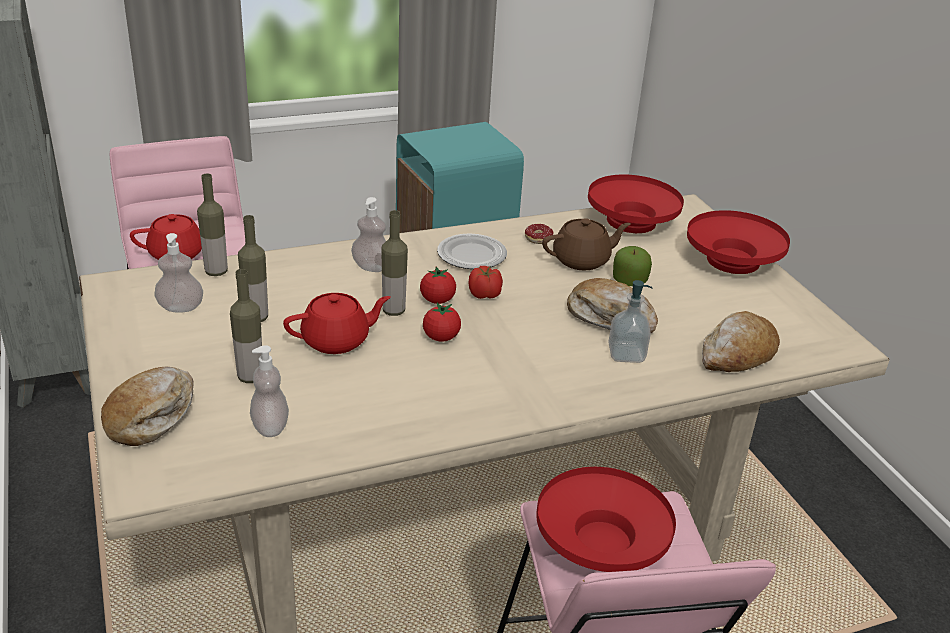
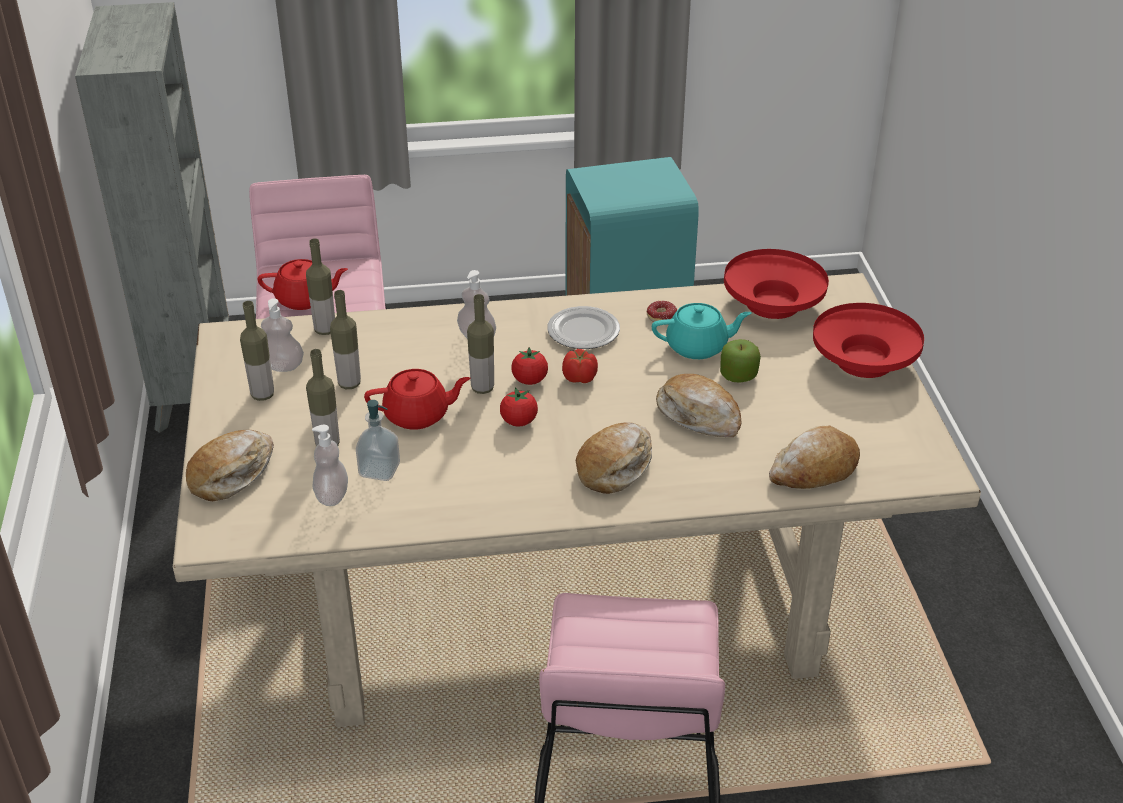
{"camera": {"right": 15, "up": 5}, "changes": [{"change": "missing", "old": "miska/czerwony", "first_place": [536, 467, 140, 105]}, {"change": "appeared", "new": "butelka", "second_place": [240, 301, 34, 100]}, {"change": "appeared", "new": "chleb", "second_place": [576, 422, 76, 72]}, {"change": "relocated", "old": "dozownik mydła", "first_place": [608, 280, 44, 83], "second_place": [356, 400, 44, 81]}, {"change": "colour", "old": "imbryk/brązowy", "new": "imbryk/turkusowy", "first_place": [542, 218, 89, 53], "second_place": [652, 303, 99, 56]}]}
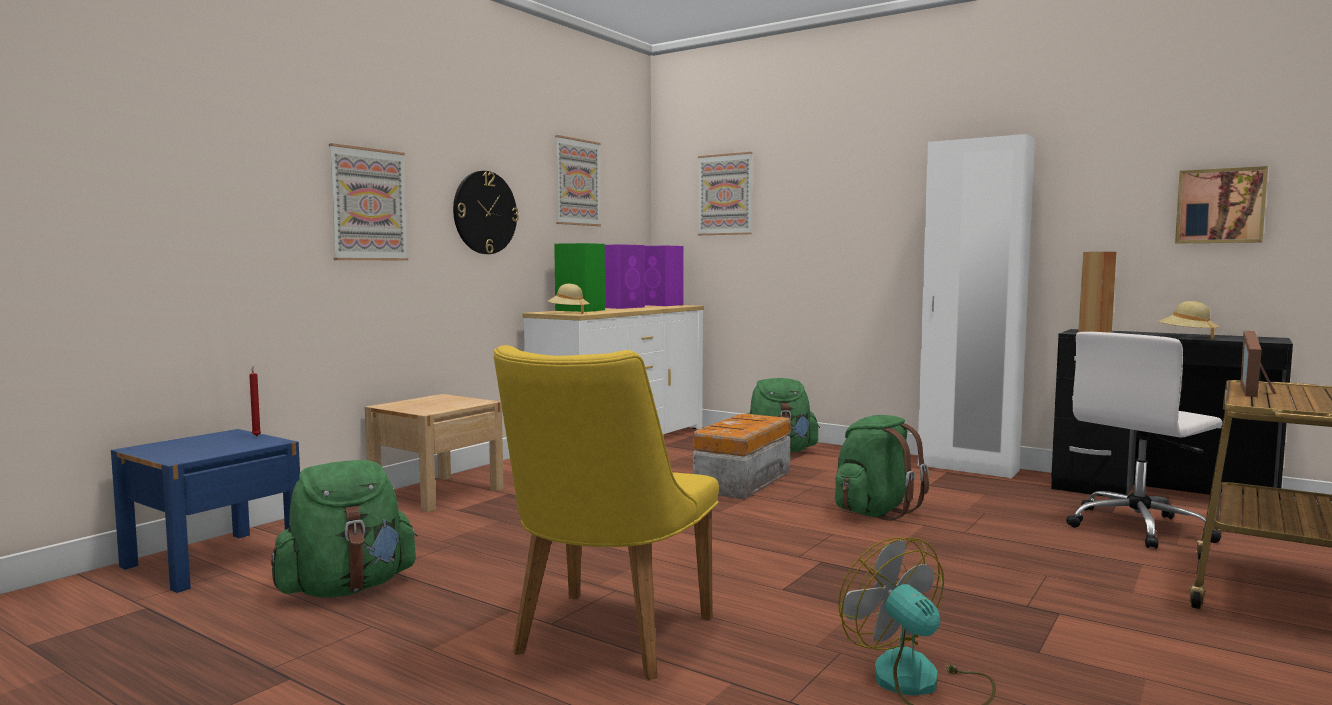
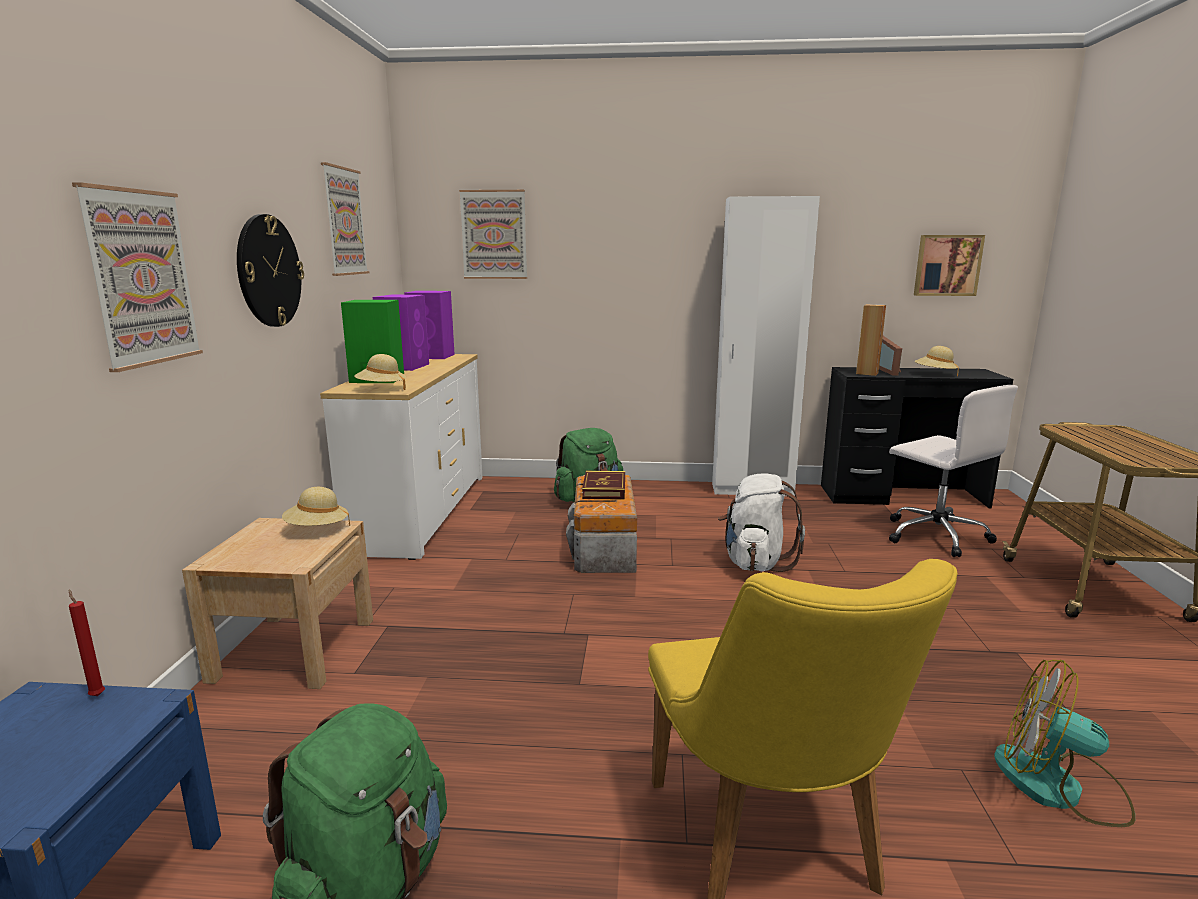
{"camera": {"right": -30, "up": 10}, "changes": [{"change": "appeared", "new": "kapelusz/beżowy", "second_place": [282, 487, 68, 39]}, {"change": "appeared", "new": "książka", "second_place": [582, 471, 43, 29]}, {"change": "relocated", "old": "ramka na zdjęcie", "first_place": [1240, 331, 36, 66], "second_place": [879, 336, 23, 40]}, {"change": "colour", "old": "plecak/zielony", "new": "plecak/biały", "first_place": [835, 415, 94, 106], "second_place": [718, 473, 87, 99]}, {"change": "spun", "old": "krzesło biurowe/biały", "first_place": [1066, 332, 156, 217], "second_place": [889, 385, 129, 172], "degrees": -60}]}
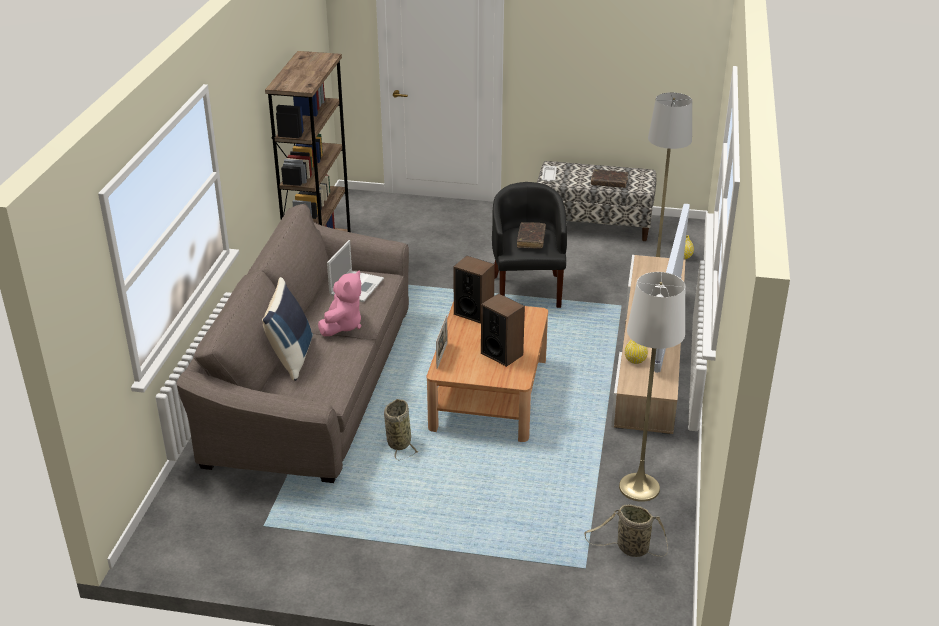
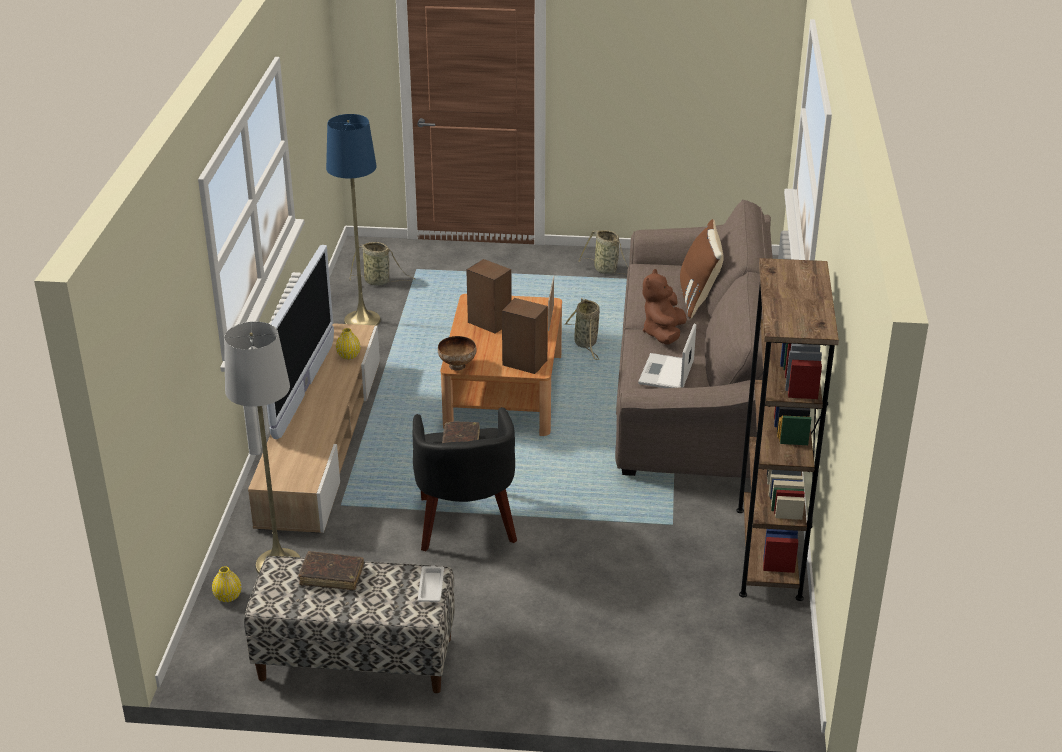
{"camera": {"right": 175, "up": 0}, "changes": [{"change": "appeared", "new": "miska", "second_place": [438, 336, 38, 34]}, {"change": "appeared", "new": "koszyk", "second_place": [578, 230, 50, 45]}, {"change": "colour", "old": "poduszka/niebieski", "new": "poduszka/brązowy", "first_place": [262, 277, 51, 104], "second_place": [680, 219, 44, 100]}, {"change": "colour", "old": "pluszak/różowy", "new": "pluszak/brązowy", "first_place": [318, 271, 44, 65], "second_place": [643, 269, 44, 75]}, {"change": "colour", "old": "lampa stojąca/biały", "new": "lampa stojąca/niebieski", "first_place": [619, 272, 66, 230], "second_place": [326, 114, 55, 212]}]}
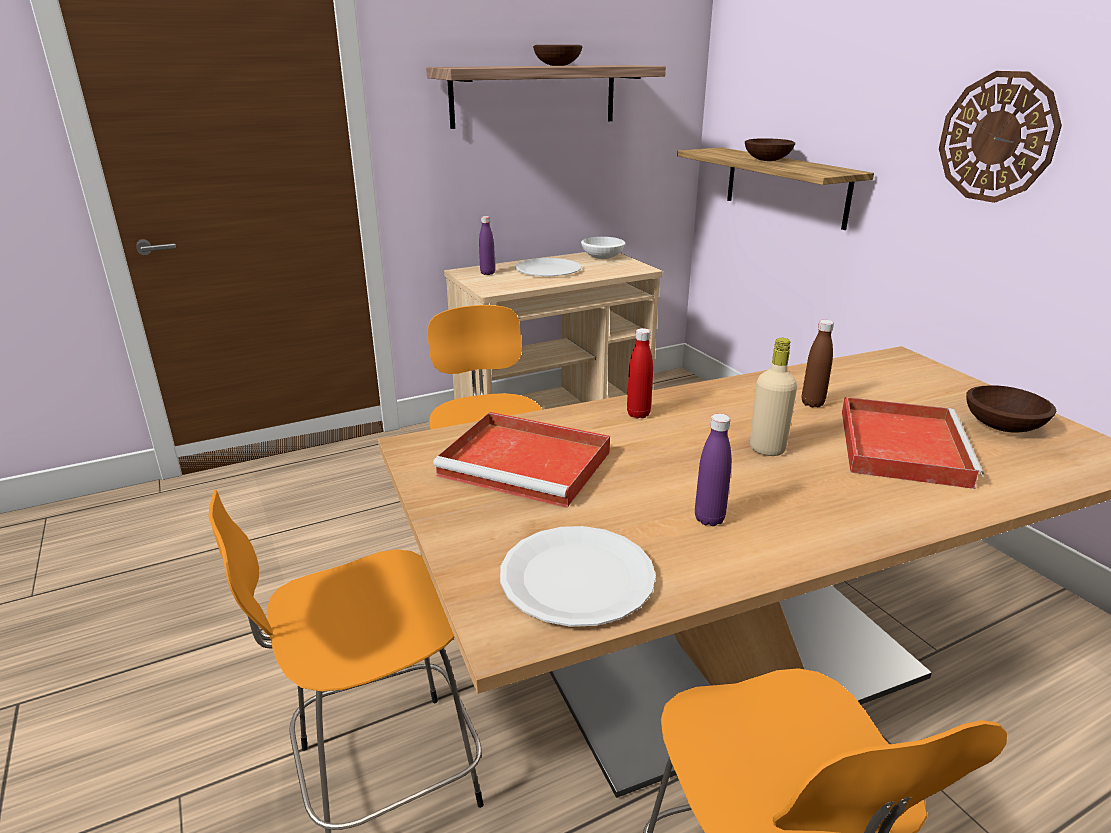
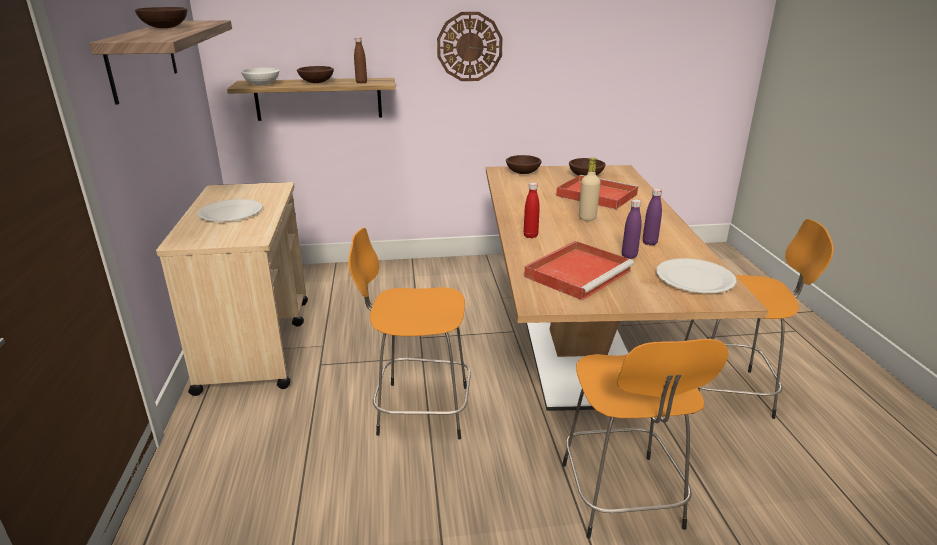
{"camera": {"right": -70, "up": 0}, "changes": [{"change": "appeared", "new": "miska/brązowy", "second_place": [506, 155, 36, 19]}, {"change": "relocated", "old": "butelka/fioletowy", "first_place": [479, 216, 16, 59], "second_place": [622, 199, 19, 60]}, {"change": "relocated", "old": "miska/biały", "first_place": [581, 237, 44, 22], "second_place": [241, 68, 38, 17]}, {"change": "relocated", "old": "butelka/brązowy", "first_place": [802, 320, 32, 87], "second_place": [354, 37, 13, 47]}]}
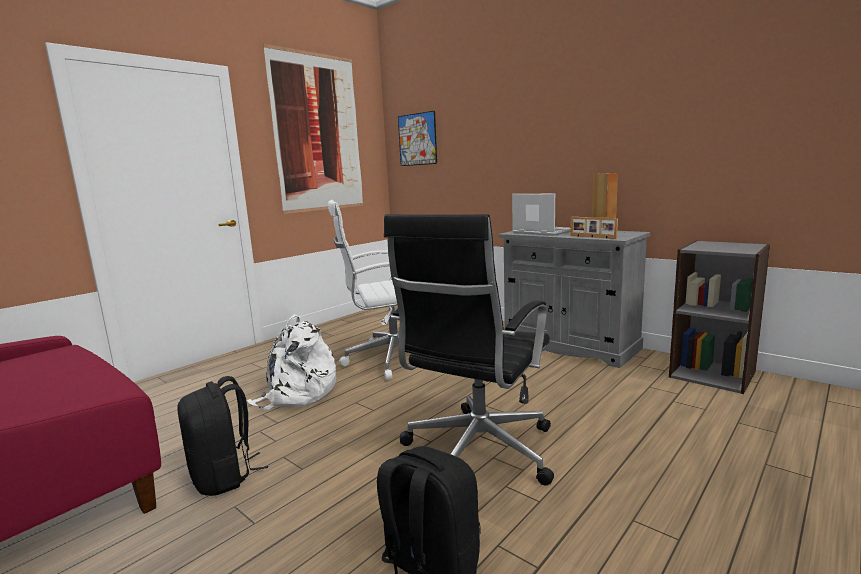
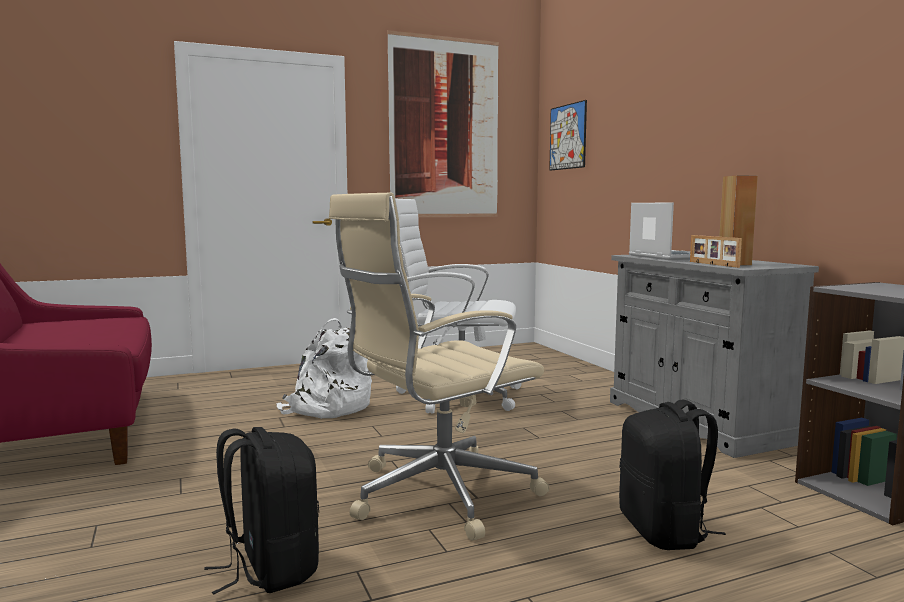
{"camera": {"right": 25, "up": -5}, "changes": [{"change": "relocated", "old": "plecak/czarny", "first_place": [177, 376, 91, 120], "second_place": [619, 399, 107, 151]}, {"change": "colour", "old": "krzesło biurowe/czarny", "new": "krzesło biurowe/beżowy", "first_place": [384, 214, 170, 272], "second_place": [329, 192, 220, 349]}]}
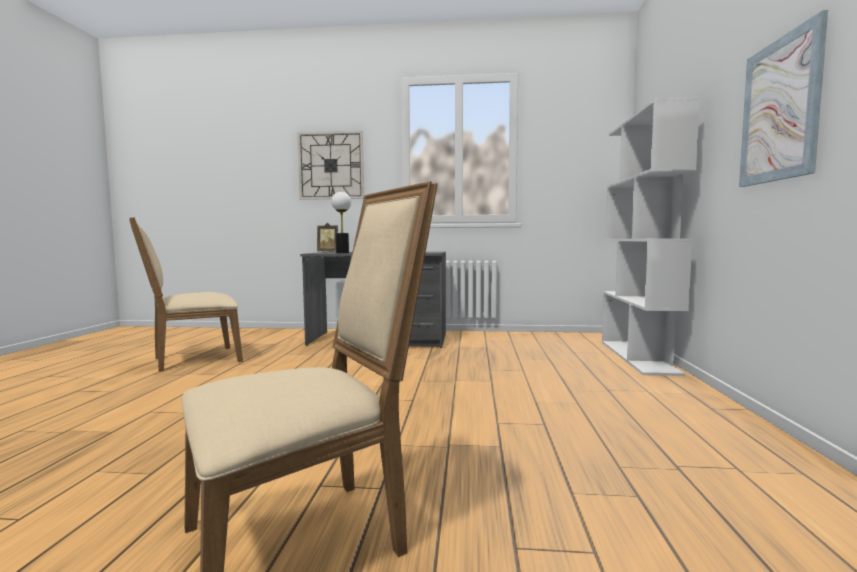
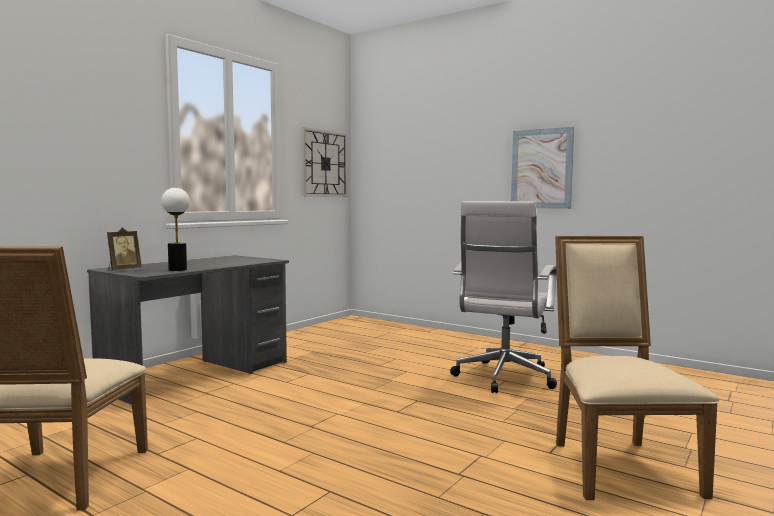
{"camera": {"right": -60, "up": 0}, "changes": [{"change": "missing", "old": "regał/biały", "first_place": [602, 97, 98, 279]}, {"change": "appeared", "new": "krzesło biurowe/biały", "second_place": [450, 201, 107, 192]}, {"change": "relocated", "old": "zegar ścienny", "first_place": [297, 131, 67, 69], "second_place": [302, 127, 46, 70]}]}
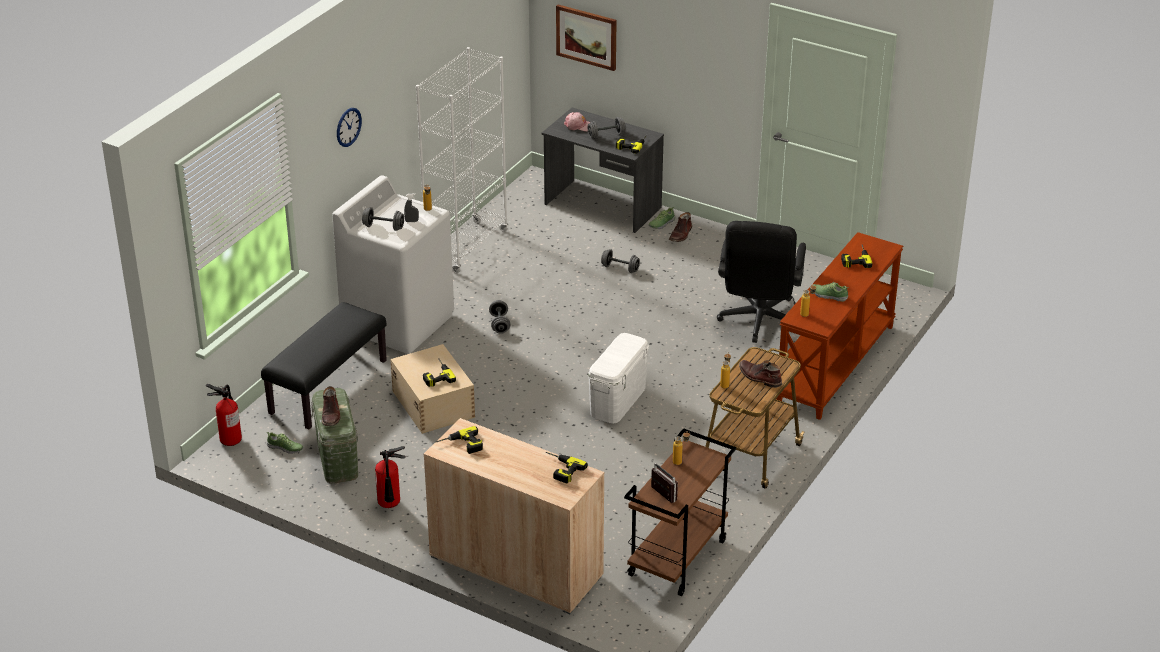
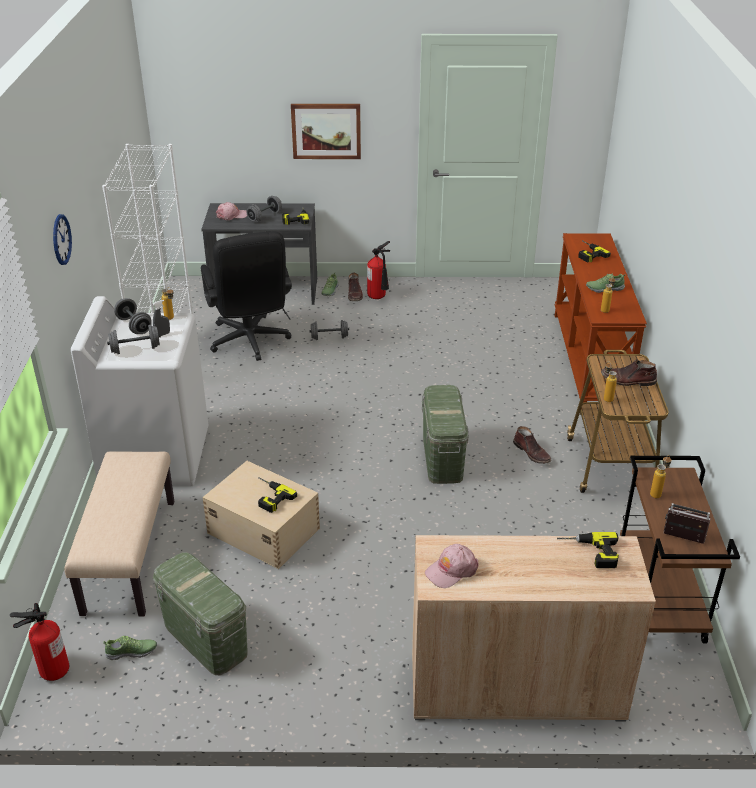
{"camera": {"right": -30, "up": 0}, "changes": [{"change": "relocated", "old": "but z cholewką/brązowy", "first_place": [322, 386, 18, 40], "second_place": [513, 426, 38, 38]}, {"change": "relocated", "old": "gaśnica", "first_place": [375, 446, 31, 62], "second_place": [367, 241, 23, 58]}, {"change": "relocated", "old": "hantel/szary", "first_place": [489, 300, 22, 34], "second_place": [114, 298, 38, 36]}, {"change": "relocated", "old": "obraz", "first_place": [556, 5, 61, 66], "second_place": [291, 104, 70, 55]}, {"change": "relocated", "old": "krzesło biurowe/czarny", "first_place": [717, 221, 89, 122], "second_place": [201, 231, 91, 130]}, {"change": "exchanged", "old": "wiertarka", "new": "czapka z daszkiem/różowy", "first_place": [435, 426, 48, 28], "second_place": [425, 544, 53, 44]}, {"change": "colour", "old": "ławka/czarny", "new": "ławka/beżowy", "first_place": [261, 302, 126, 127], "second_place": [64, 451, 110, 165]}, {"change": "colour", "old": "pojemnik do przechowywania/biały", "new": "pojemnik do przechowywania/zielony", "first_place": [588, 333, 61, 91], "second_place": [422, 385, 47, 99]}]}
